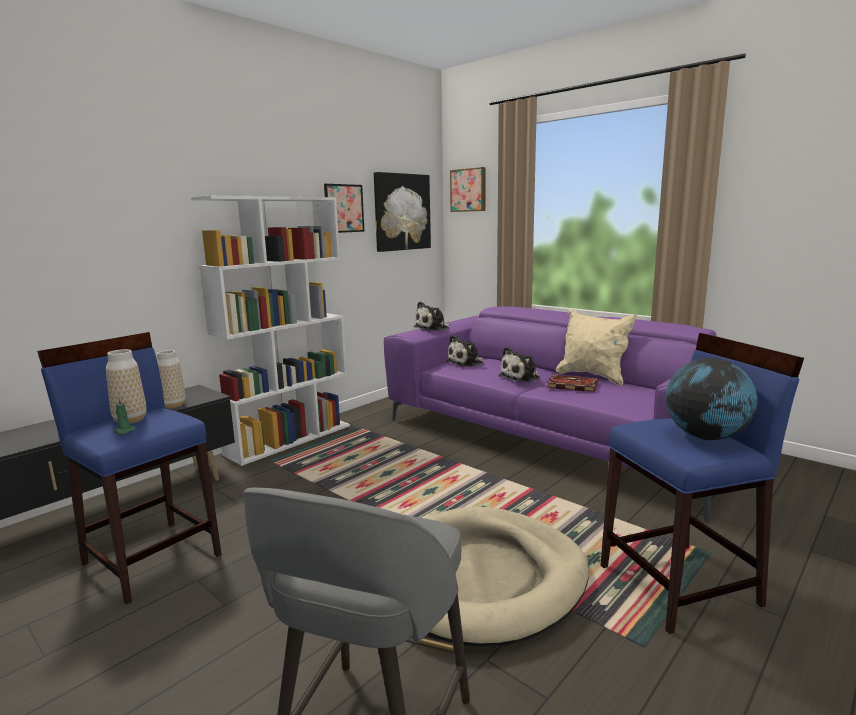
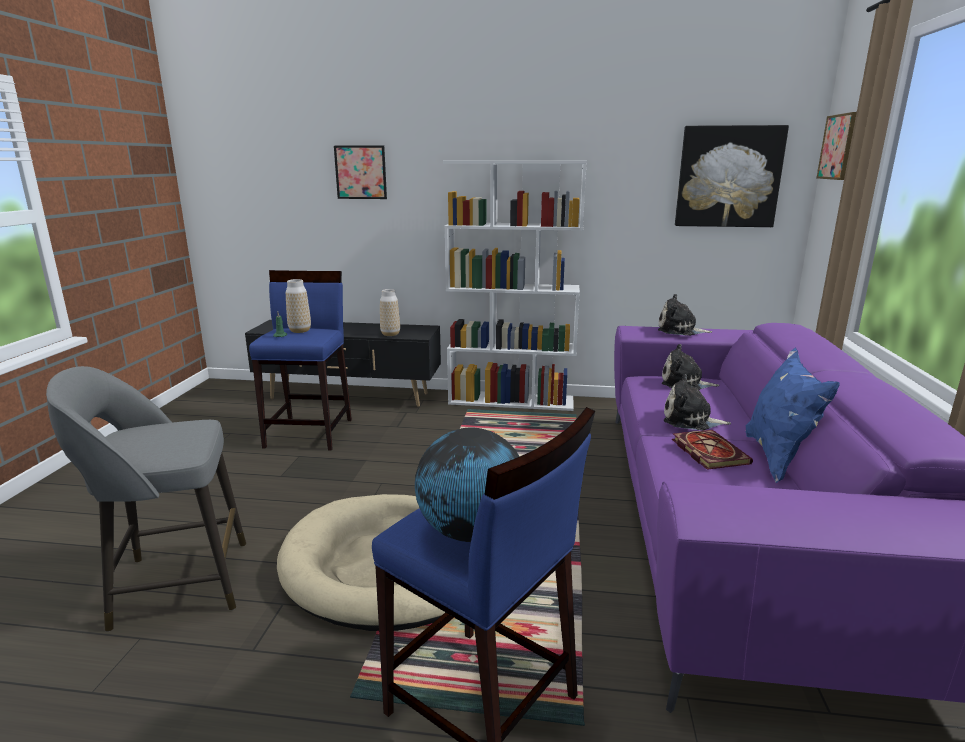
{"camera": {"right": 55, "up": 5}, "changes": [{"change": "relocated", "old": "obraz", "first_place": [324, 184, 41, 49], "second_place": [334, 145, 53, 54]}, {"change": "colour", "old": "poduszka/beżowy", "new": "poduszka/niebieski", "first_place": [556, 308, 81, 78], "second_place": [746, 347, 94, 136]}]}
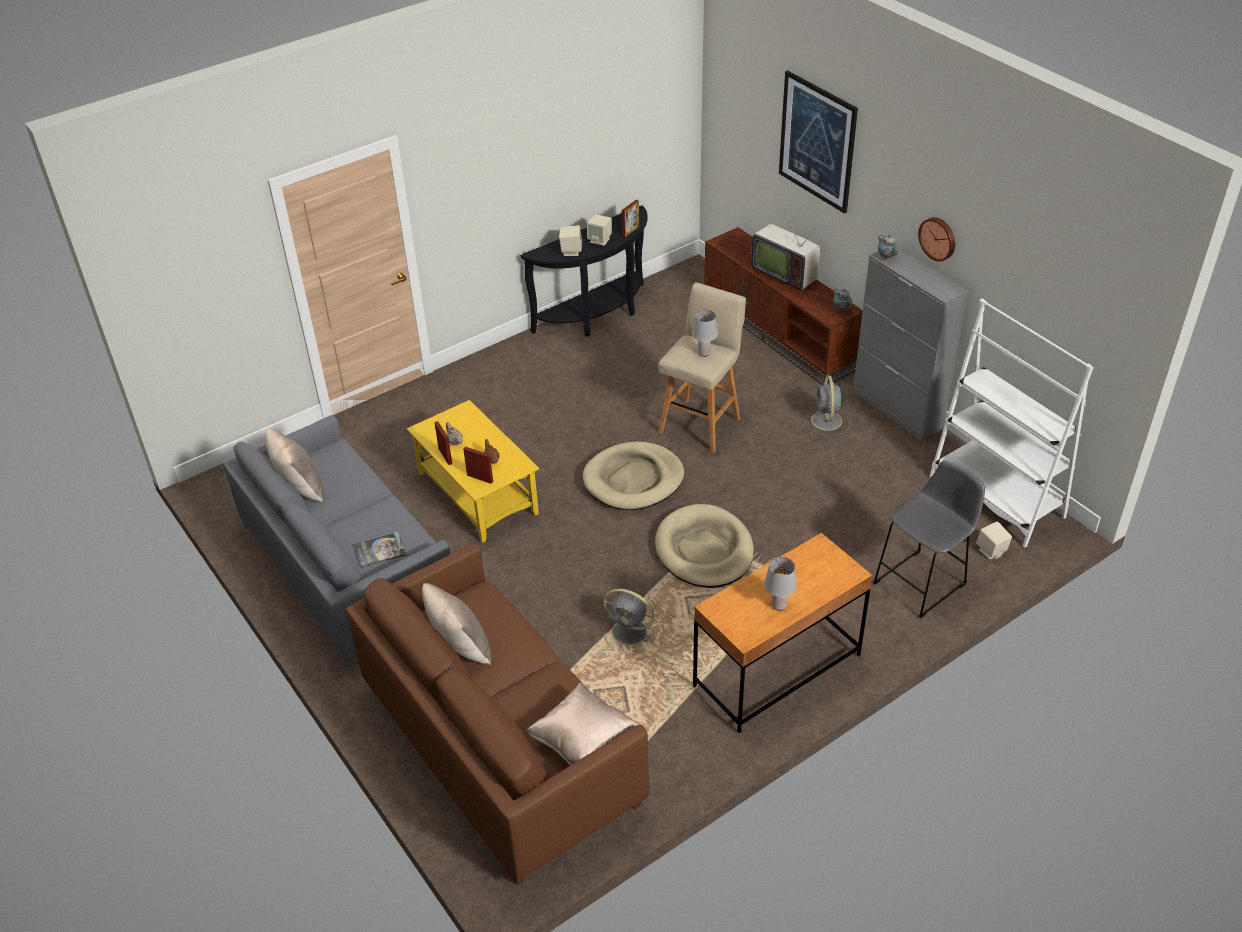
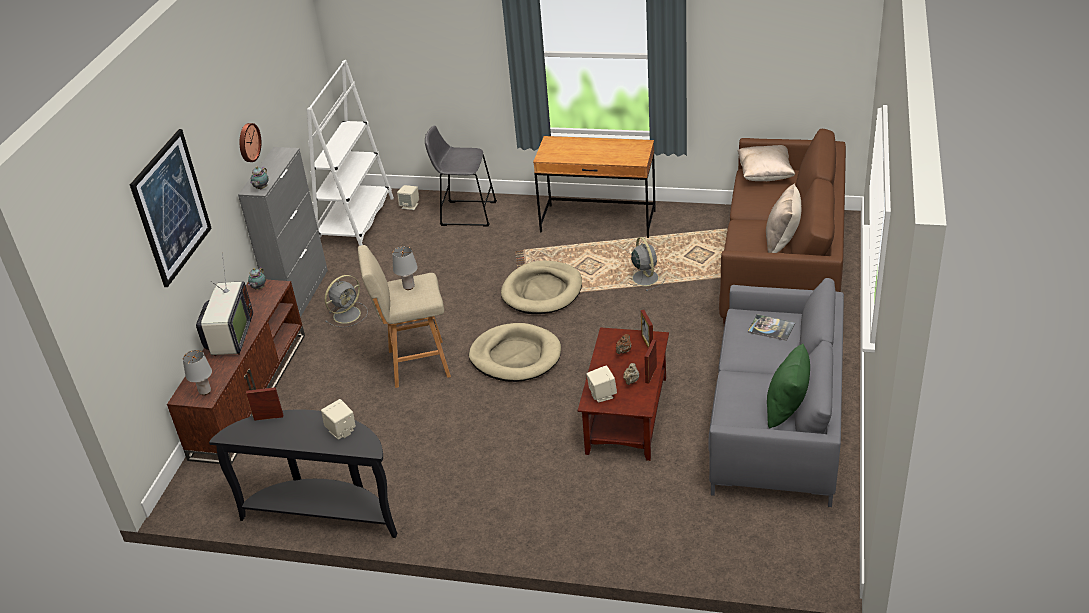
{"camera": {"right": -130, "up": -5}, "changes": [{"change": "relocated", "old": "głośnik/beżowy", "first_place": [587, 214, 25, 32], "second_place": [587, 365, 30, 37]}, {"change": "relocated", "old": "lampa stołowa/szary", "first_place": [764, 557, 33, 54], "second_place": [183, 350, 29, 45]}, {"change": "colour", "old": "poduszka/beżowy", "new": "poduszka/zielony", "first_place": [265, 428, 59, 75], "second_place": [767, 343, 43, 85]}, {"change": "colour", "old": "ława/żółty", "new": "ława/brązowy", "first_place": [407, 400, 132, 143], "second_place": [578, 327, 91, 134]}]}
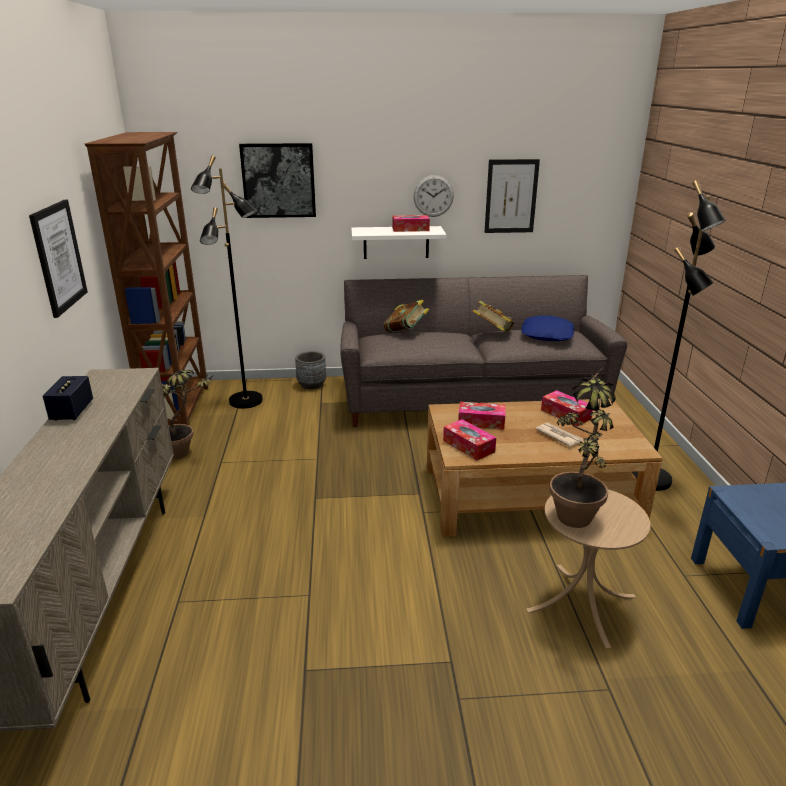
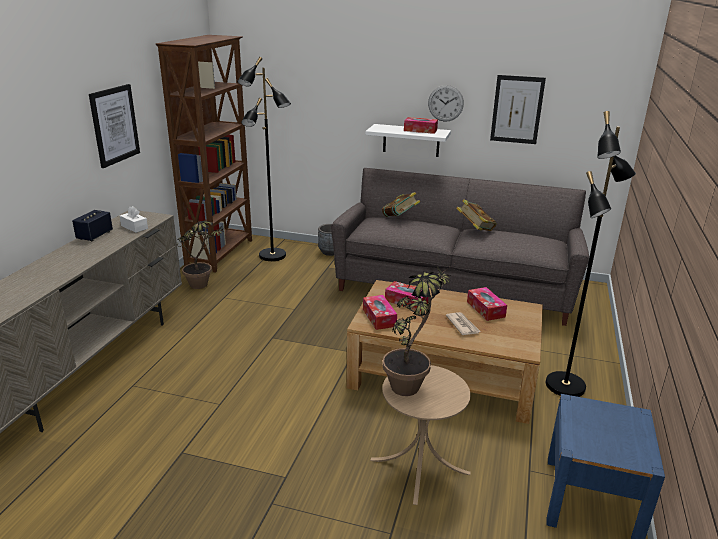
{"camera": {"right": 20, "up": 0}, "changes": [{"change": "missing", "old": "obraz", "first_place": [239, 143, 77, 75]}, {"change": "missing", "old": "poduszka/niebieski", "first_place": [521, 315, 53, 26]}, {"change": "appeared", "new": "pudełko chusteczek/biały", "second_place": [120, 206, 28, 27]}]}
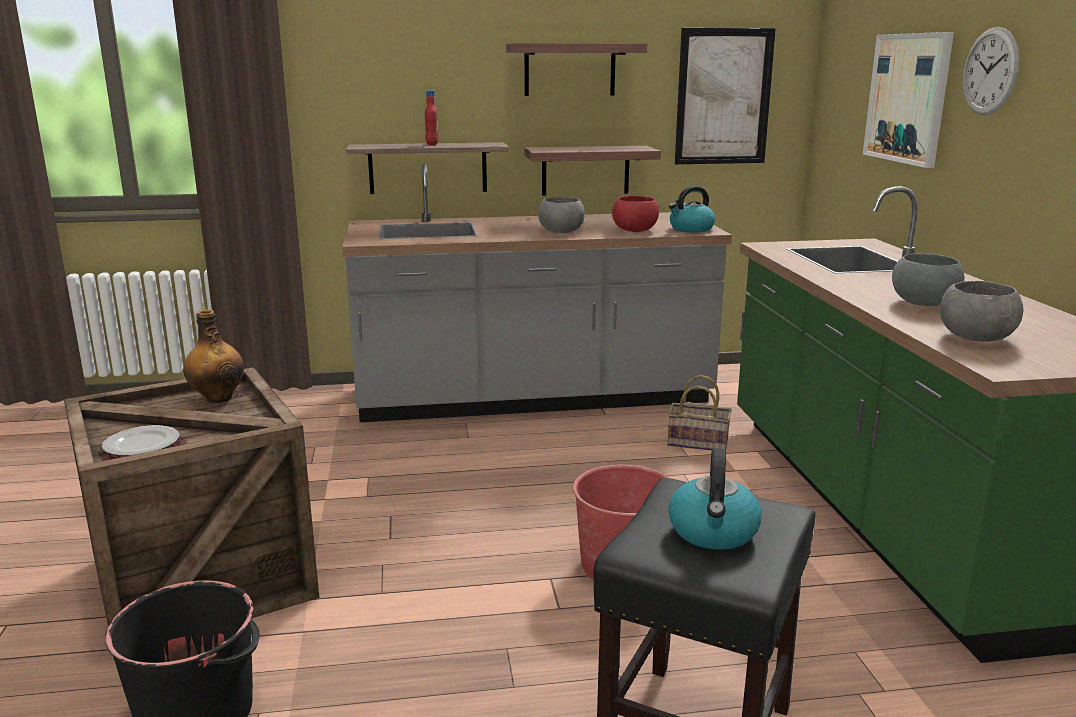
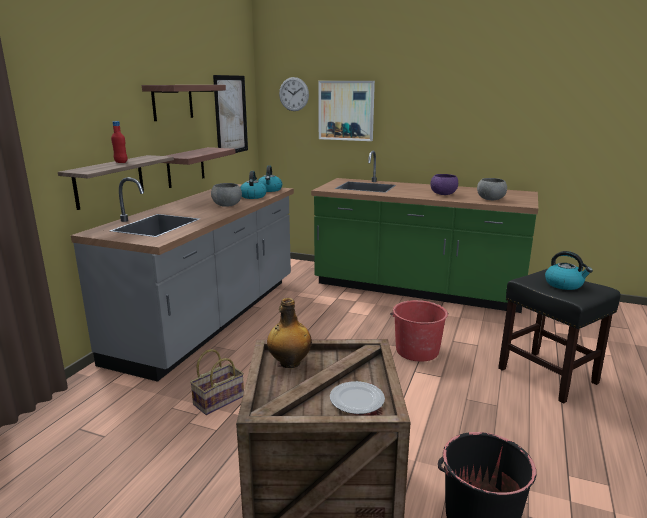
{"camera": {"right": -60, "up": 0}, "changes": [{"change": "relocated", "old": "koszyk", "first_place": [667, 375, 64, 76], "second_place": [190, 349, 54, 66]}, {"change": "relocated", "old": "zegar ścienny", "first_place": [963, 27, 56, 88], "second_place": [279, 77, 30, 34]}, {"change": "exchanged", "old": "miska/czerwony", "new": "czajnik", "first_place": [612, 196, 47, 36], "second_place": [240, 171, 27, 28]}, {"change": "colour", "old": "miska/szary", "new": "miska/fioletowy", "first_place": [892, 254, 73, 52], "second_place": [430, 174, 28, 21]}]}
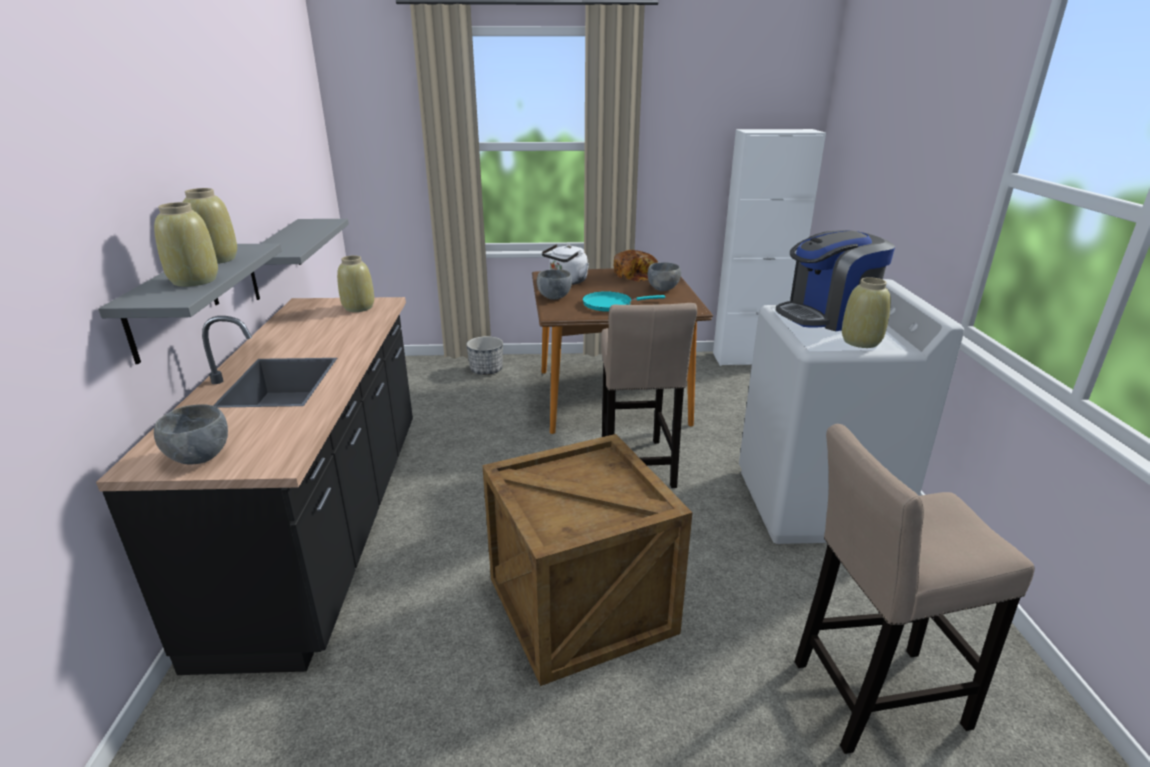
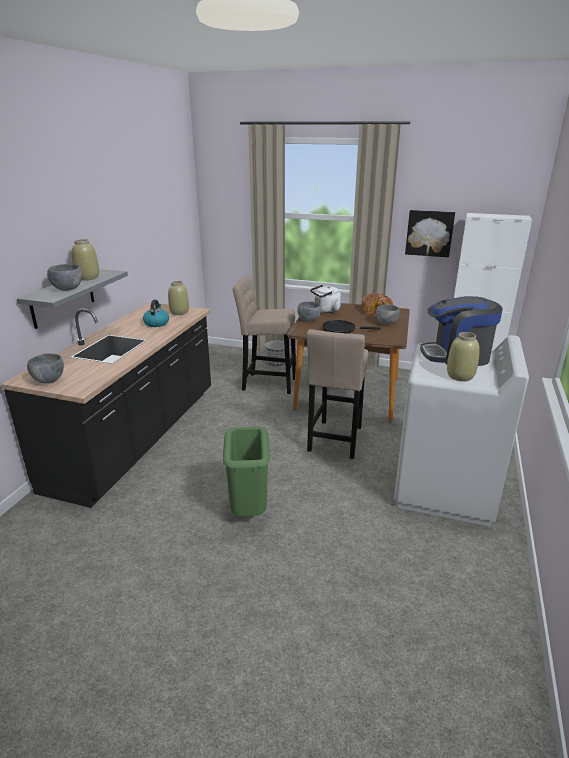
{"camera": {"right": 20, "up": 0}, "changes": [{"change": "missing", "old": "półka/szary", "first_place": [251, 219, 98, 81]}, {"change": "appeared", "new": "czajnik", "second_place": [143, 300, 26, 27]}, {"change": "appeared", "new": "obraz", "second_place": [405, 210, 50, 47]}, {"change": "relocated", "old": "stołek/beżowy", "first_place": [795, 424, 240, 330], "second_place": [232, 276, 64, 118]}, {"change": "exchanged", "old": "wazon/beżowy", "new": "miska/szary", "first_place": [154, 202, 64, 85], "second_place": [47, 264, 35, 27]}, {"change": "exchanged", "old": "skrzynka", "new": "kosz na śmieci/zielony", "first_place": [482, 434, 210, 252], "second_place": [223, 427, 47, 89]}, {"change": "colour", "old": "patelnia/turkusowy", "new": "patelnia/czarny", "first_place": [582, 291, 83, 21], "second_place": [322, 320, 59, 14]}]}
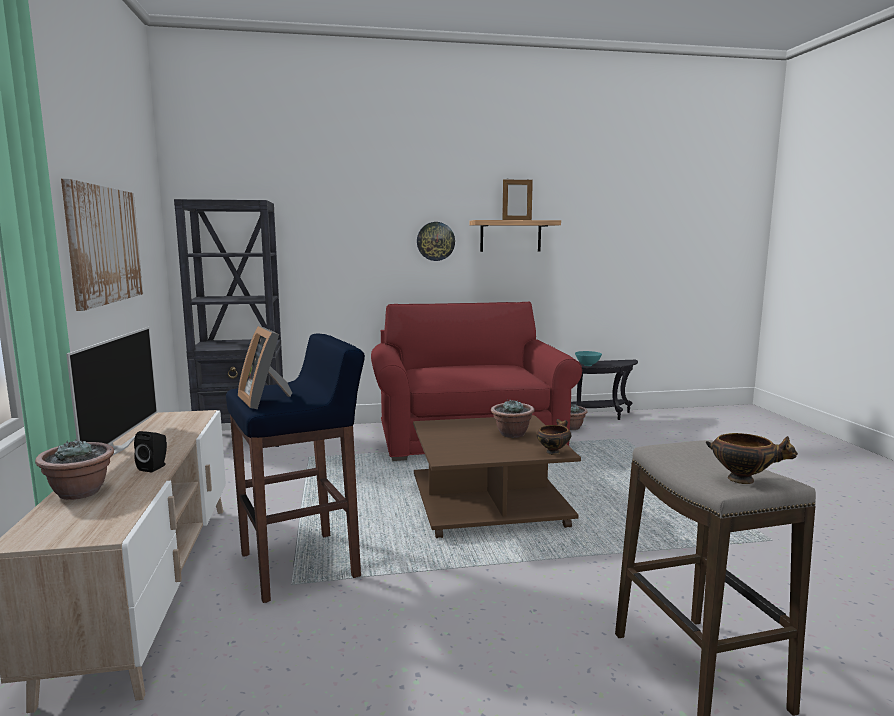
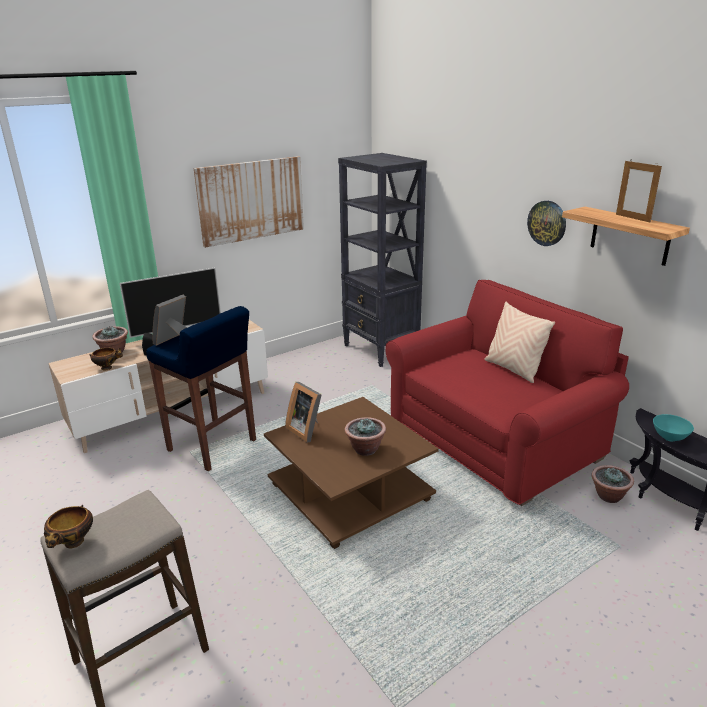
{"camera": {"right": 65, "up": 15}, "changes": [{"change": "appeared", "new": "ramka na zdjęcie", "second_place": [285, 382, 37, 60]}, {"change": "appeared", "new": "poduszka/beżowy", "second_place": [485, 302, 70, 81]}, {"change": "relocated", "old": "miska", "first_place": [537, 419, 35, 36], "second_place": [89, 348, 34, 22]}]}
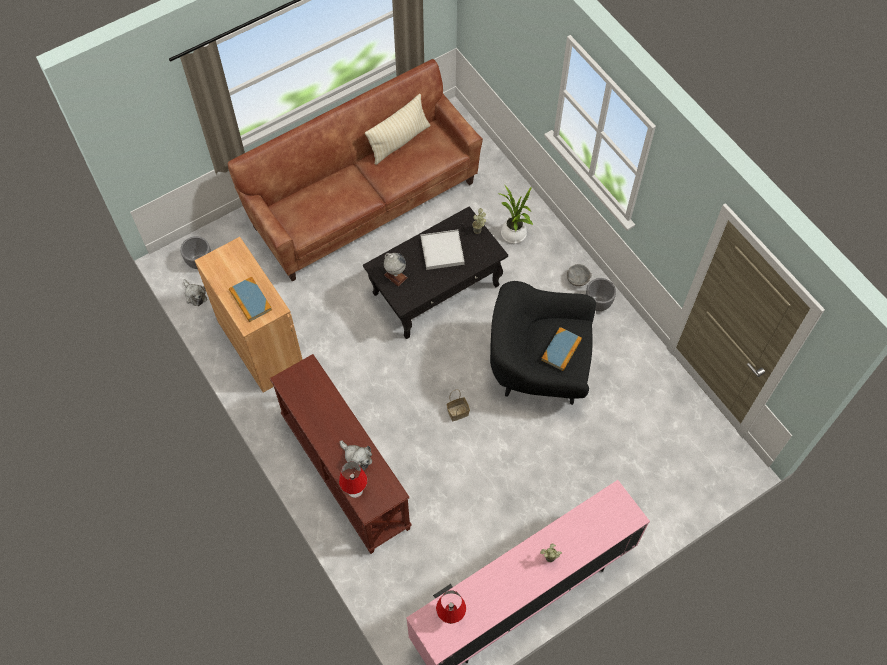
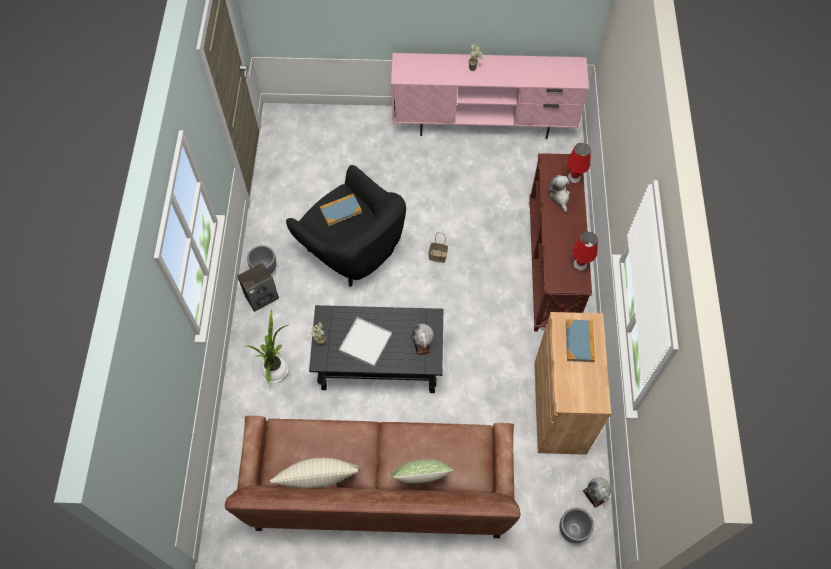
{"camera": {"right": -145, "up": 0}, "changes": [{"change": "appeared", "new": "poduszka", "second_place": [391, 459, 63, 24]}, {"change": "relocated", "old": "lampa stołowa/czerwony", "first_place": [436, 590, 30, 34], "second_place": [572, 232, 26, 38]}, {"change": "exchanged", "old": "pluszak", "new": "globus", "first_place": [183, 279, 24, 27], "second_place": [583, 477, 28, 31]}, {"change": "exchanged", "old": "miska/szary", "new": "głośnik", "first_place": [567, 264, 24, 22], "second_place": [237, 262, 42, 50]}]}
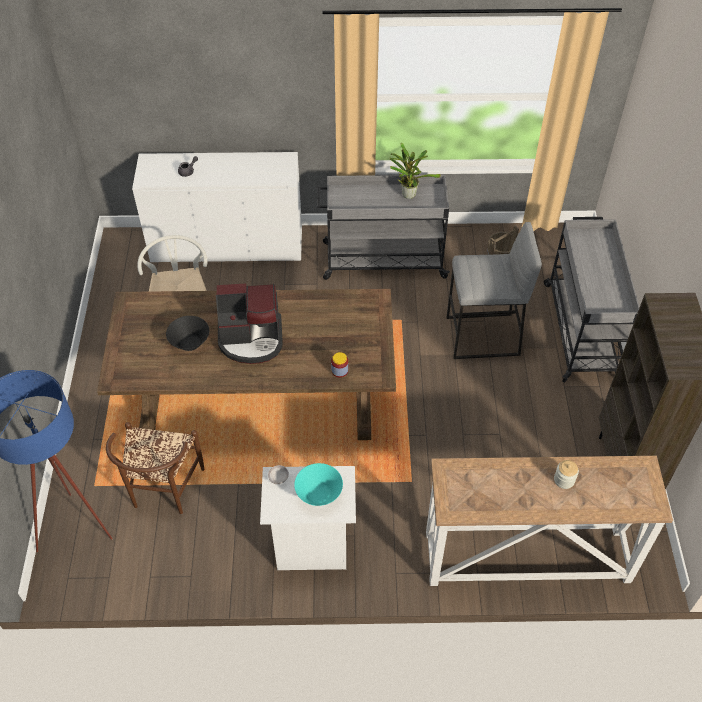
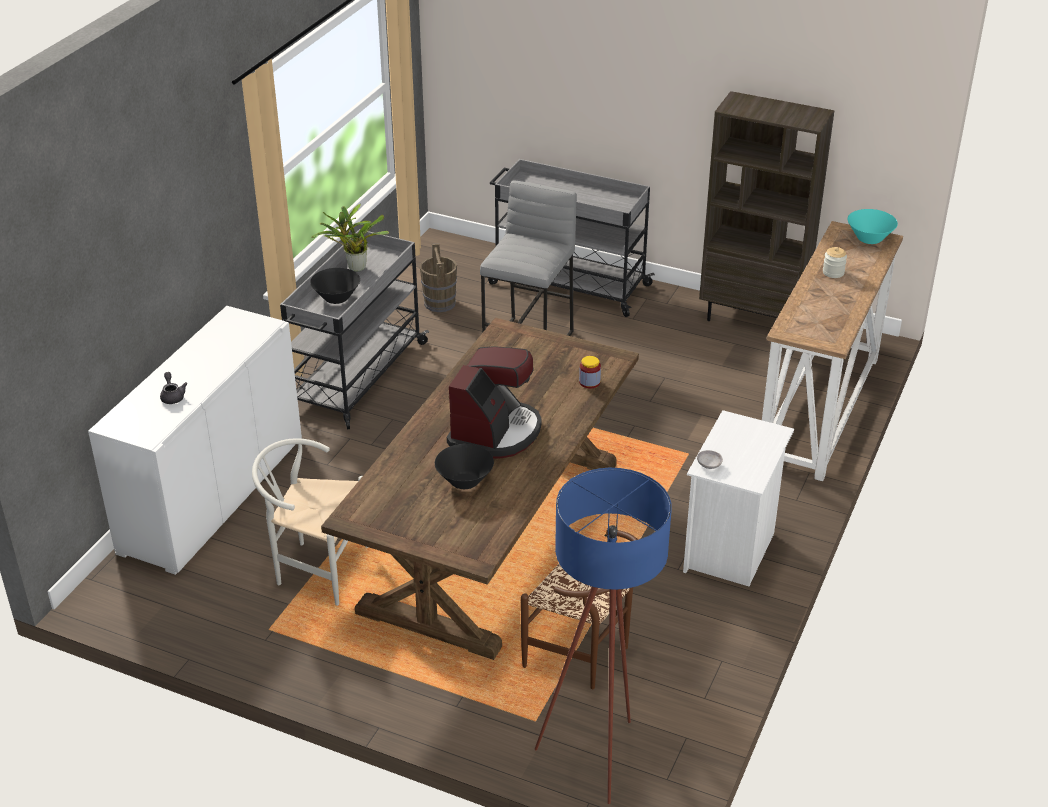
{"camera": {"right": -65, "up": -15}, "changes": [{"change": "appeared", "new": "miska/czarny", "second_place": [310, 268, 50, 36]}, {"change": "relocated", "old": "miska/turkusowy", "first_place": [294, 463, 49, 43], "second_place": [848, 209, 50, 35]}]}
